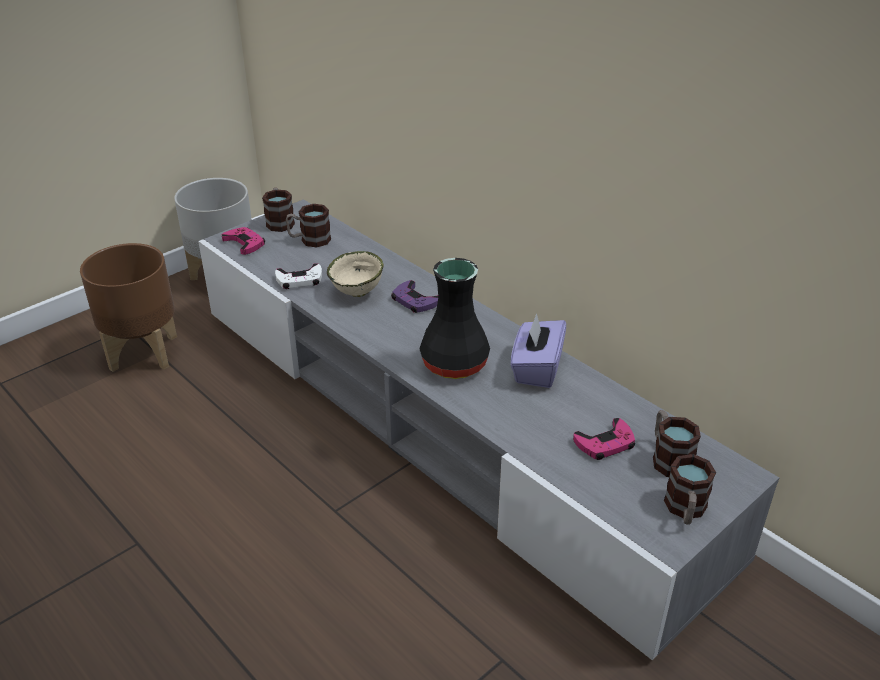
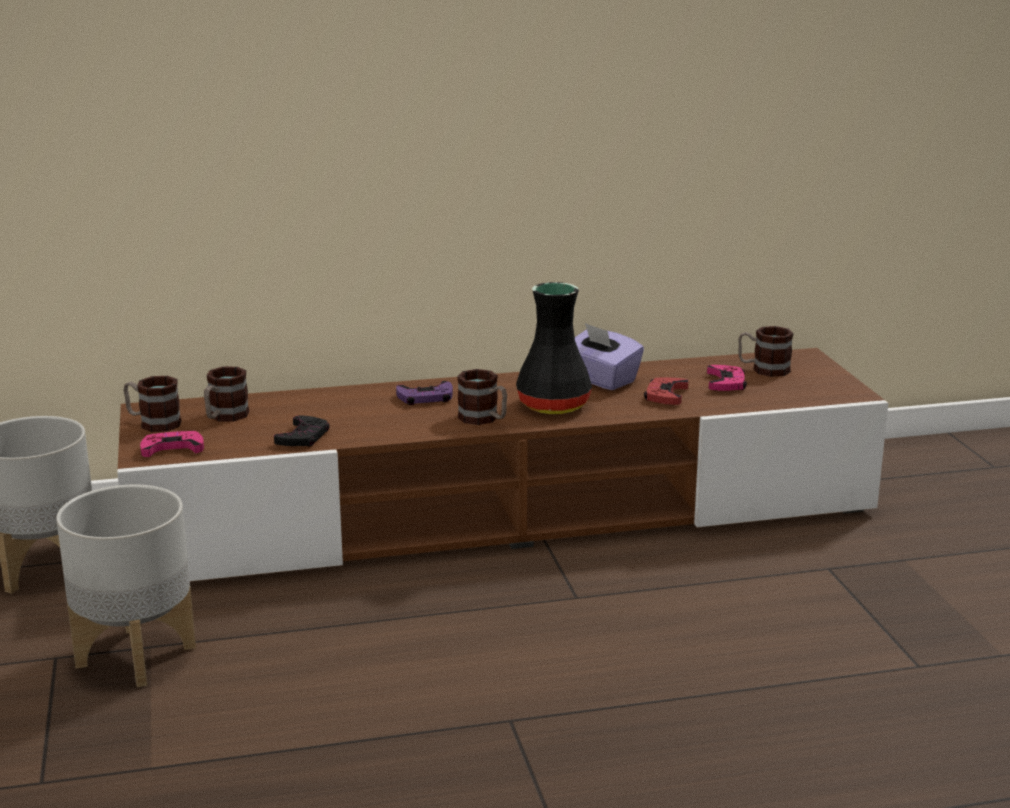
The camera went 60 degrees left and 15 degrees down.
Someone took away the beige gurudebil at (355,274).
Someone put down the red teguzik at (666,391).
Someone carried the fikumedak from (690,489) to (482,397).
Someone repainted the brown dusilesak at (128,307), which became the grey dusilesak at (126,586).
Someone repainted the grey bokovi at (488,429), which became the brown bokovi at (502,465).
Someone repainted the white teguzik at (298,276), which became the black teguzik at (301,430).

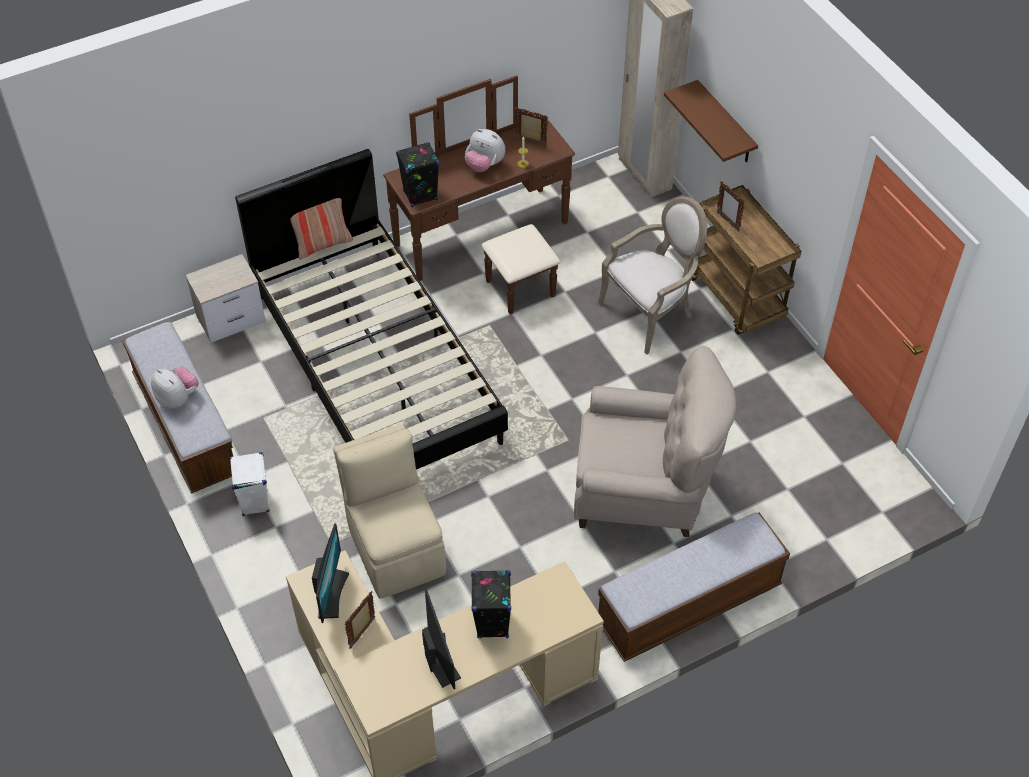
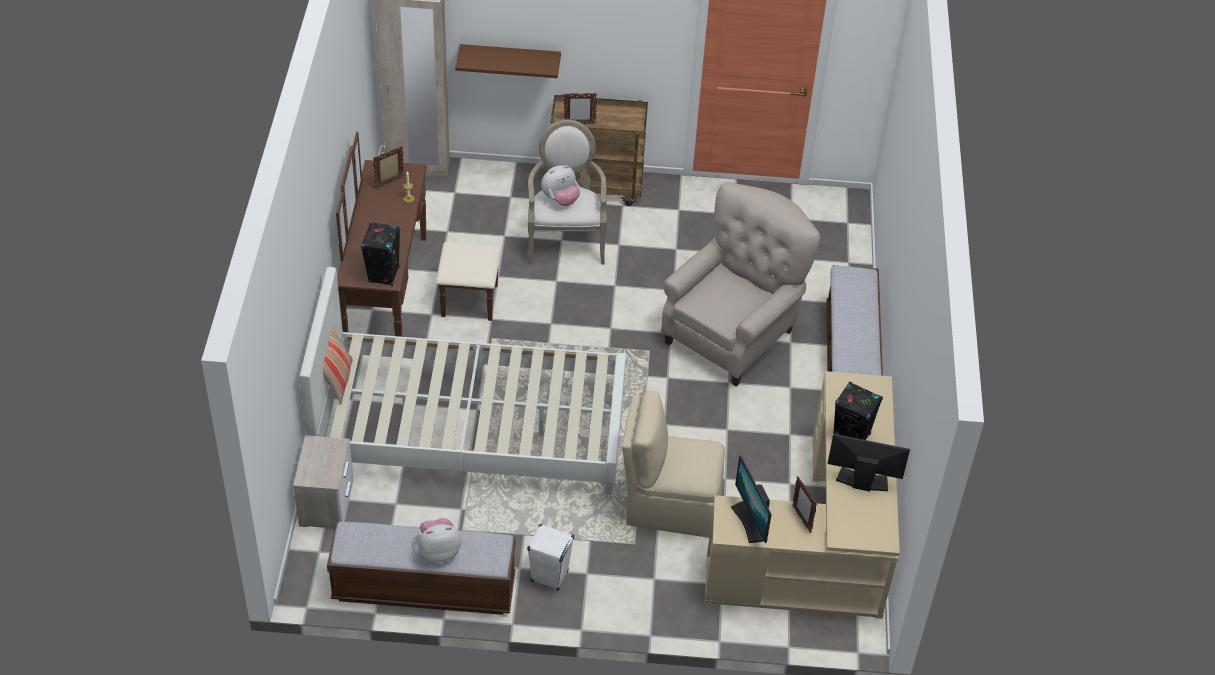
The camera went 60 degrees left and 5 degrees down.
Someone carried the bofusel from (485,150) to (560,185).
Someone repainted the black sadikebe at (371,309), which became the white sadikebe at (462,381).
Someone rotated the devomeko at (330,573) by 150 degrees counterclockwise.

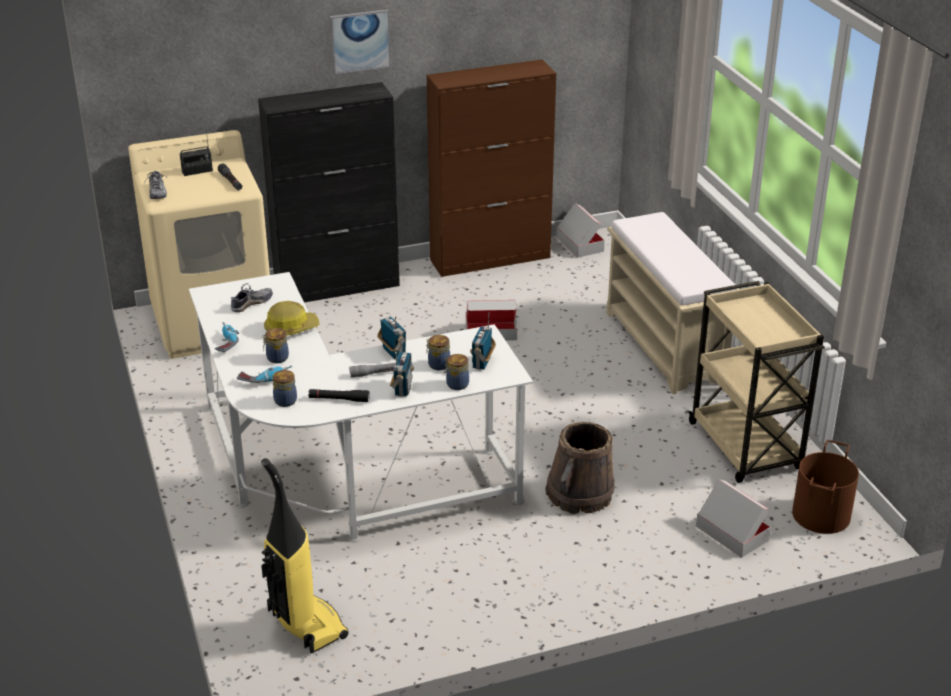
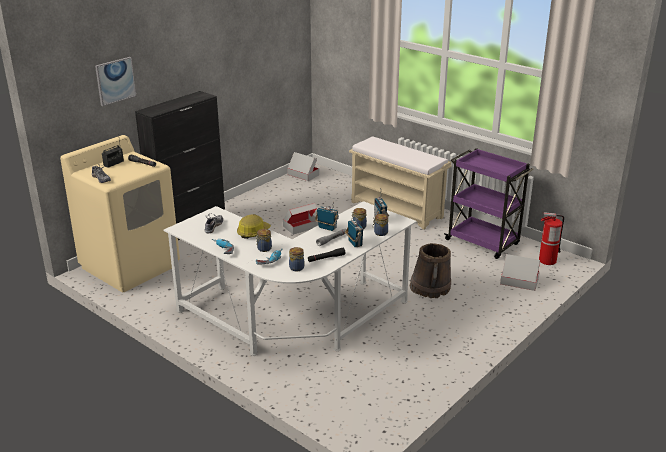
The camera went 30 degrees left and 5 degrees down.
Someone took away the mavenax at (304,556).
Someone took away the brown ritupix at (491,168).
Someone carried the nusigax from (360,42) to (115,81).
Someone swapped the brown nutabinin at (825,487) for the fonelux at (551,238).
Someone repainted the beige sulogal at (756,382), which became the purple sulogal at (489,203).

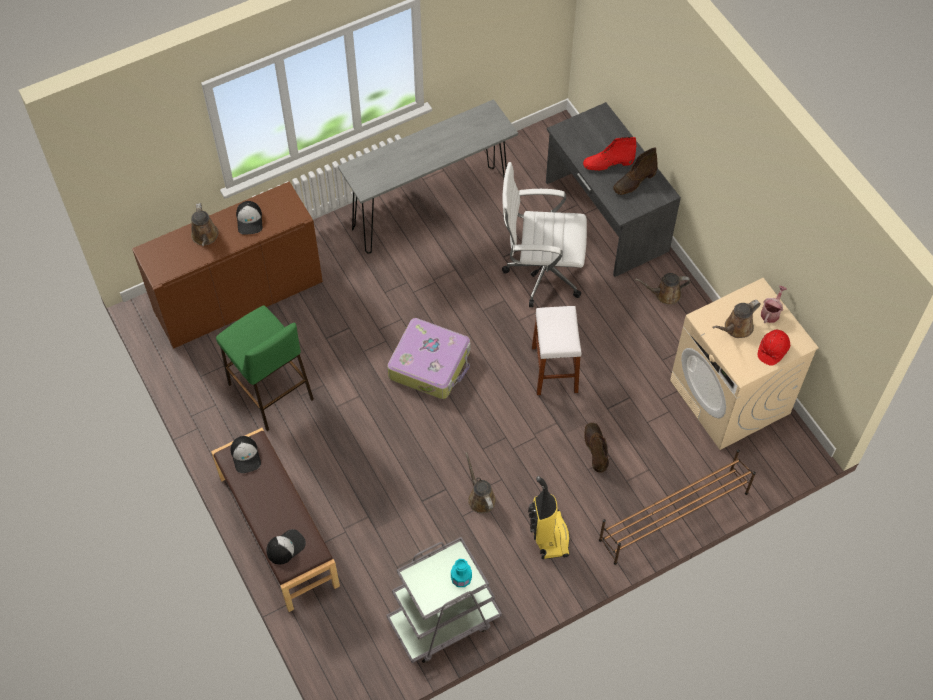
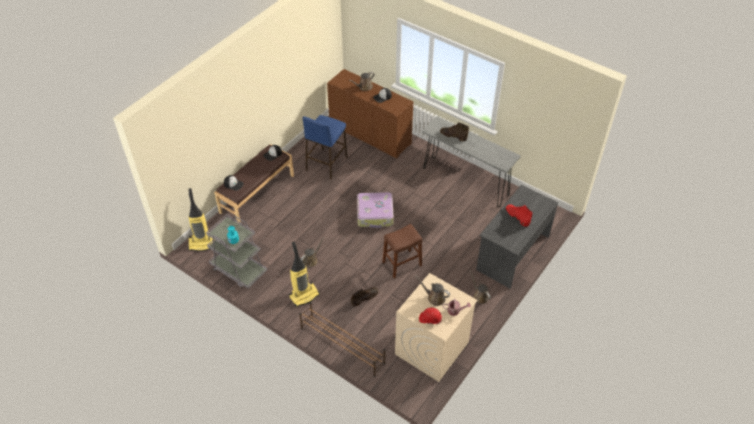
The camera went 65 degrees right and 10 degrees down.
Someone took away the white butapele at (544,234).
Someone put down the mavenax at (201,219).
Someone carried the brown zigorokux from (635,171) to (454,131).
Someone repainted the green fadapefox at (265,368), which became the blue fadapefox at (325,147).
Someone repainted the white fadapefox at (557,350), which became the brown fadapefox at (402,251).

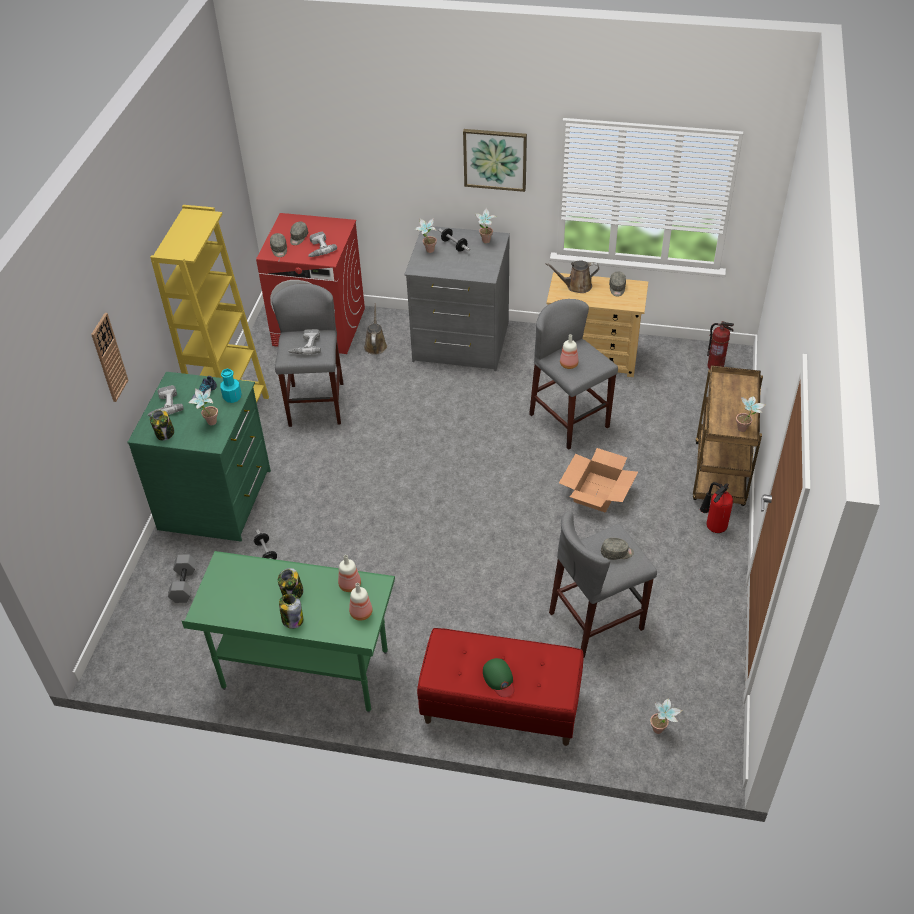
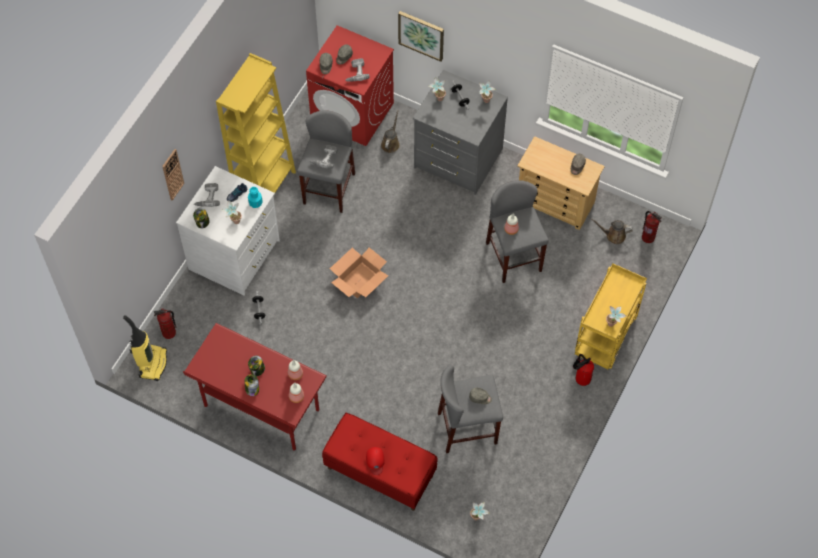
The camera went 15 degrees right and 15 degrees up.
Someone took away the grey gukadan at (182,578).
Someone put down the mavenax at (145,348).
Someone put down the fonelux at (165,323).
Someone carried the nusigax from (495,160) to (421,36).
Someone carried the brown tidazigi from (572,276) to (612,231).
Someone carried the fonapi from (598,480) to (359,273).
Someone repainted the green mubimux at (199,457), which became the white mubimux at (228,231).
Someone repainted the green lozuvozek at (288,632), which became the red lozuvozek at (255,387).
Someone repainted the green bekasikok at (499,677), which became the red bekasikok at (375,461).
Someone repainted the brown sulogal at (728,435), which became the yellow sulogal at (611,316).

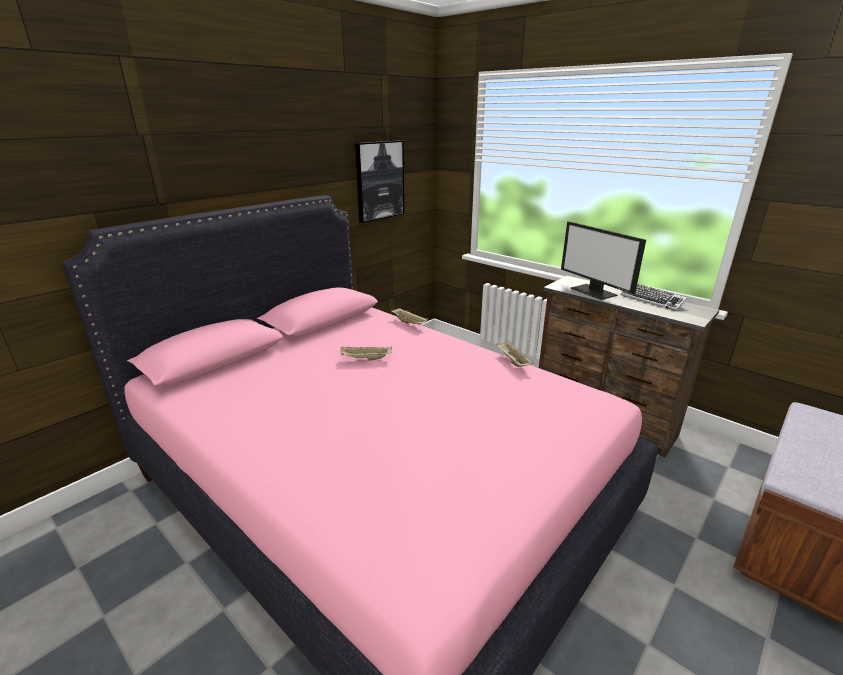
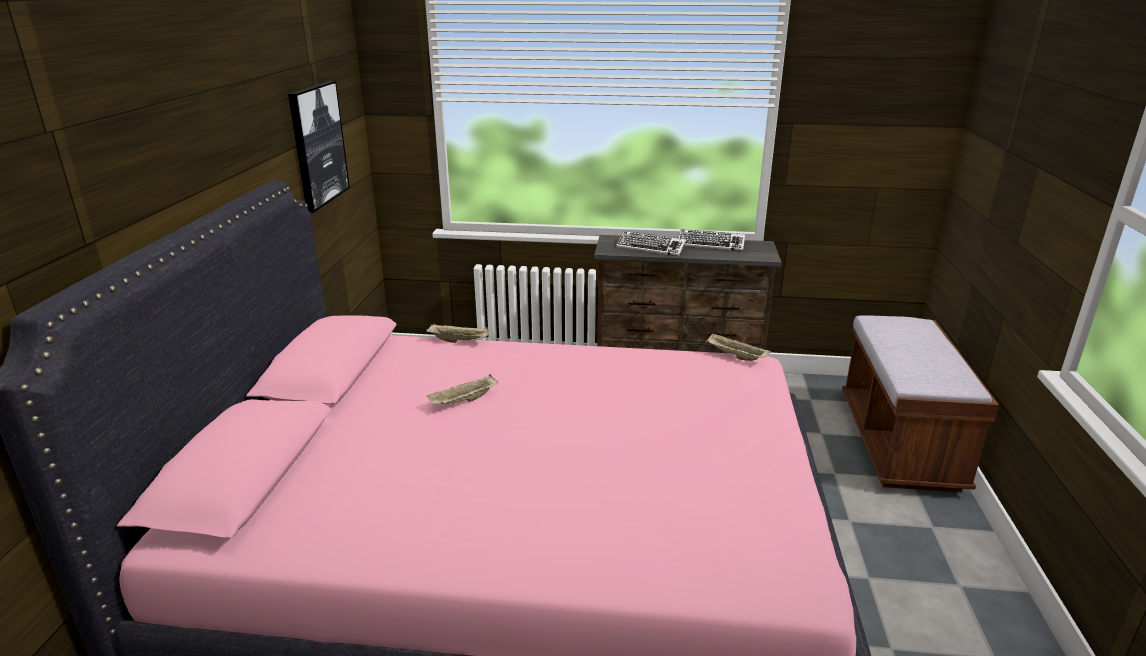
The camera went 35 degrees left and 0 degrees up.
Someone carried the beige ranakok from (514,354) to (738,347).
Someone swapped the devomeko at (603,260) for the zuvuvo at (651,243).

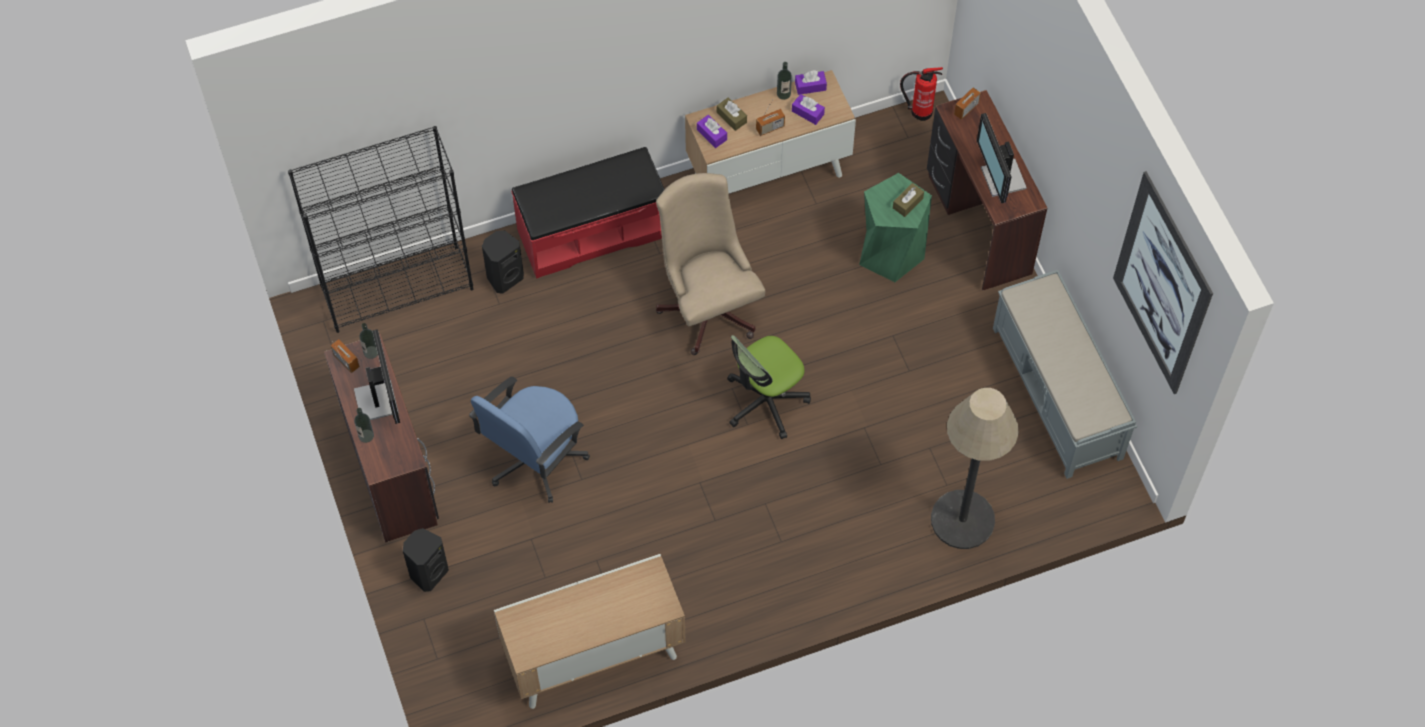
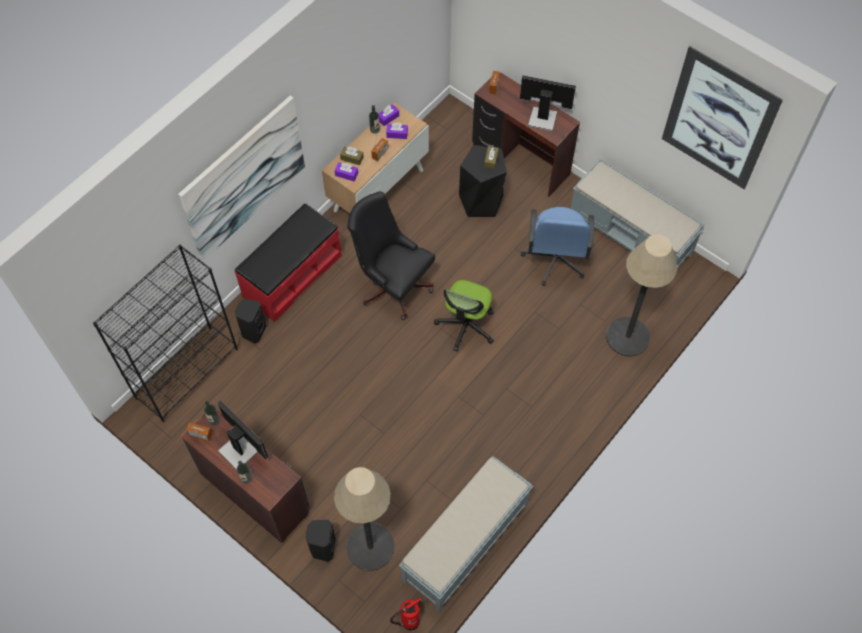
The camera went 30 degrees left and 0 degrees up.
Someone put up the nusigax at (241,178).
Someone put down the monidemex at (364,519).
Someone carried the blue butapele from (529,440) to (557,246).
Someone carried the fonelux from (921,94) to (406,614).
Someone swapped the ritupix at (590,631) for the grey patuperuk at (466,534).
Someone repainted the beige butapele at (710,264), which became the black butapele at (391,255).
Someone repainted the green fadapefox at (895,227), which became the black fadapefox at (483,181).
Someone rotated the devomeko at (1002,158) by 150 degrees clockwise.

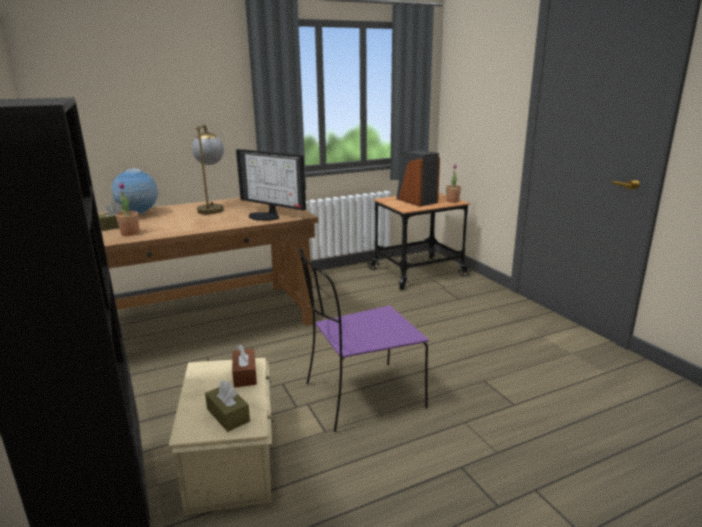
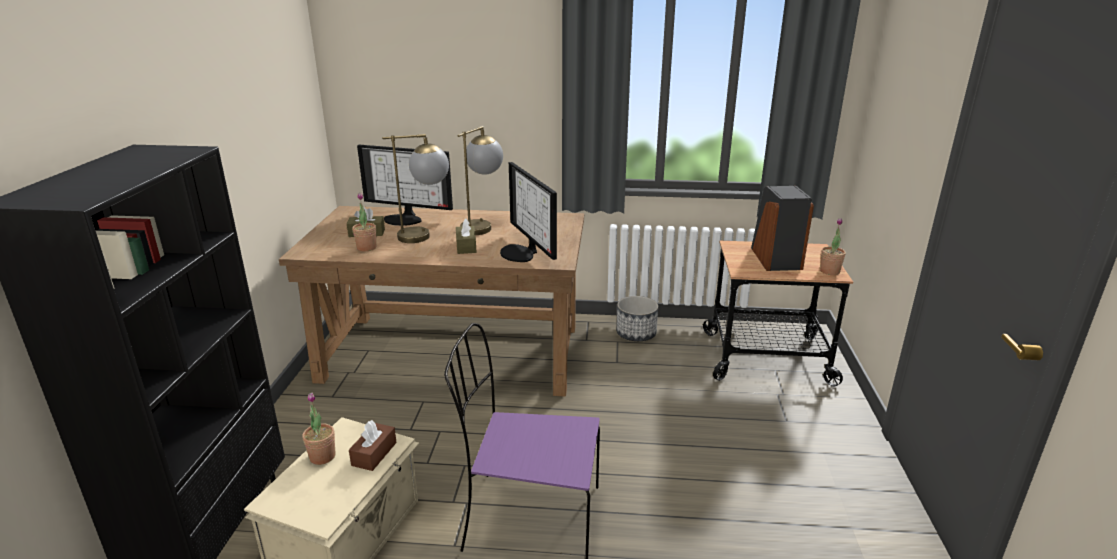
The camera went 30 degrees right and 5 degrees up.
Someone put down the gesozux at (318,429).
Someone put down the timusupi at (415,188).
Someone put down the dusilesak at (637,318).
Someone carried the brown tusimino from (227,406) to (466,236).
Someone swapped the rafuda at (134,191) for the devomeko at (405,185).

